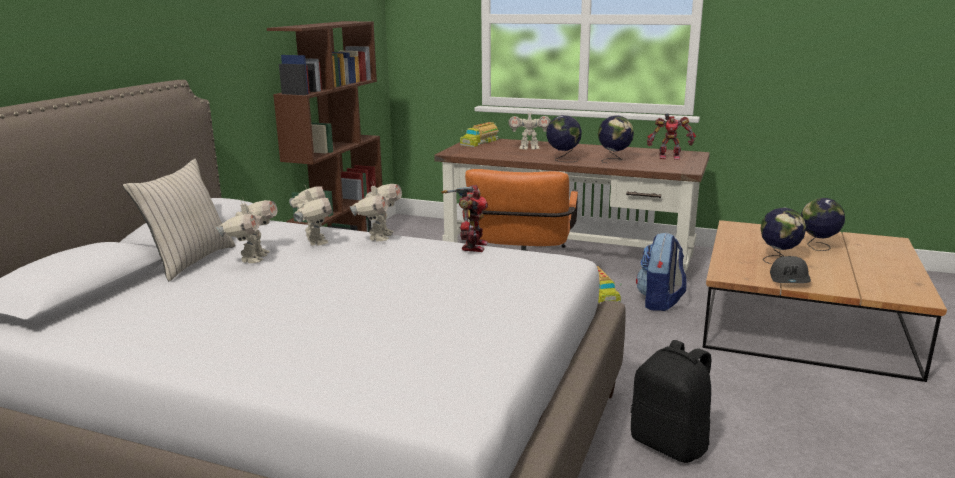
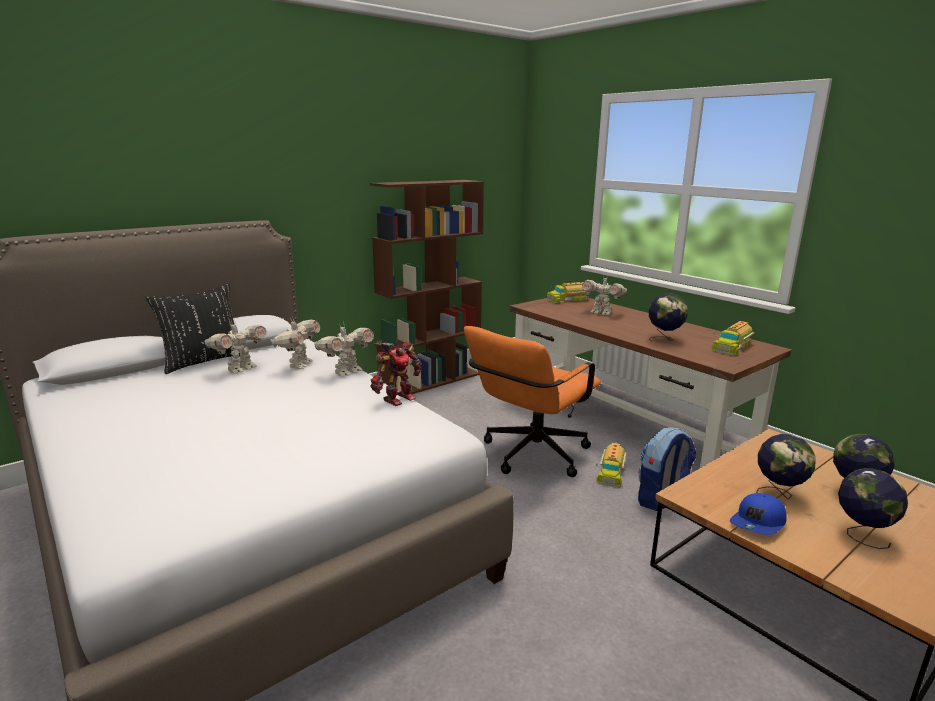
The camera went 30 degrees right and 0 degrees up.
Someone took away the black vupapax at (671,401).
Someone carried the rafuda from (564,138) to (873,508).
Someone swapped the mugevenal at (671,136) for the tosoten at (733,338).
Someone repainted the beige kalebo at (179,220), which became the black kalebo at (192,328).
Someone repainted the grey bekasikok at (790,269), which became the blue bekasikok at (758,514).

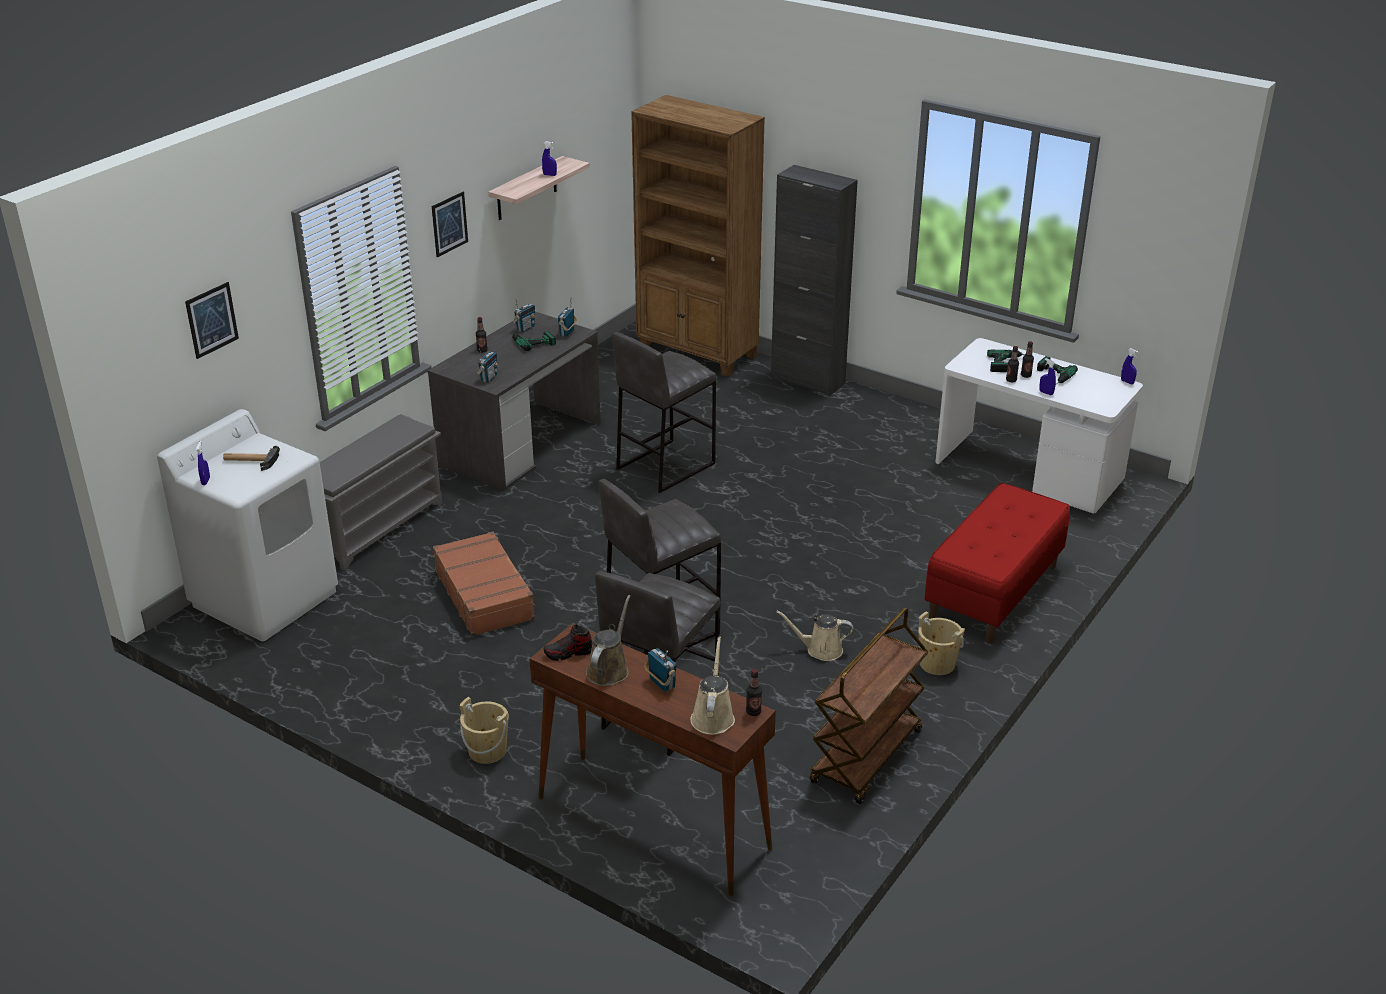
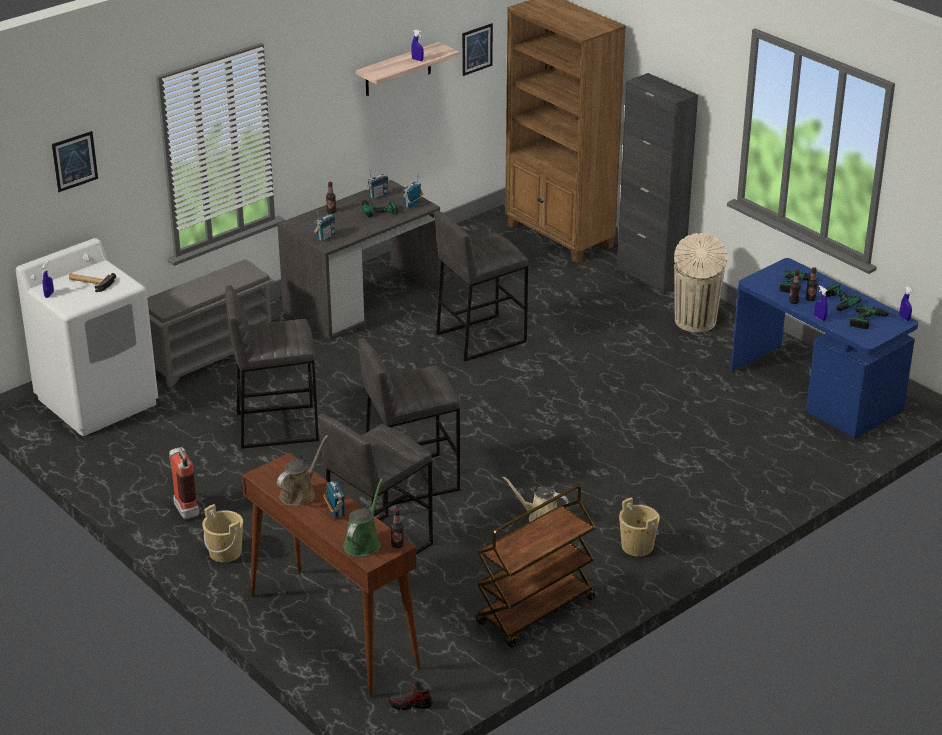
The camera went 15 degrees right and 0 degrees up.
Someone took away the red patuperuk at (997,563).
Someone put down the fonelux at (184,483).
Someone put down the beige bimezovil at (700,282).
Someone put down the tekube at (873,316).
Someone carried the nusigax from (450,225) to (477,49).
Someone carried the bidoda from (568,642) to (411,696).
Someone swapped the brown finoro at (484,583) for the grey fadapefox at (272,367).
Someone repainted the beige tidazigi at (712,685), which became the green tidazigi at (363,518).
Someone repainted the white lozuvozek at (1039,426), which became the blue lozuvozek at (824,348).

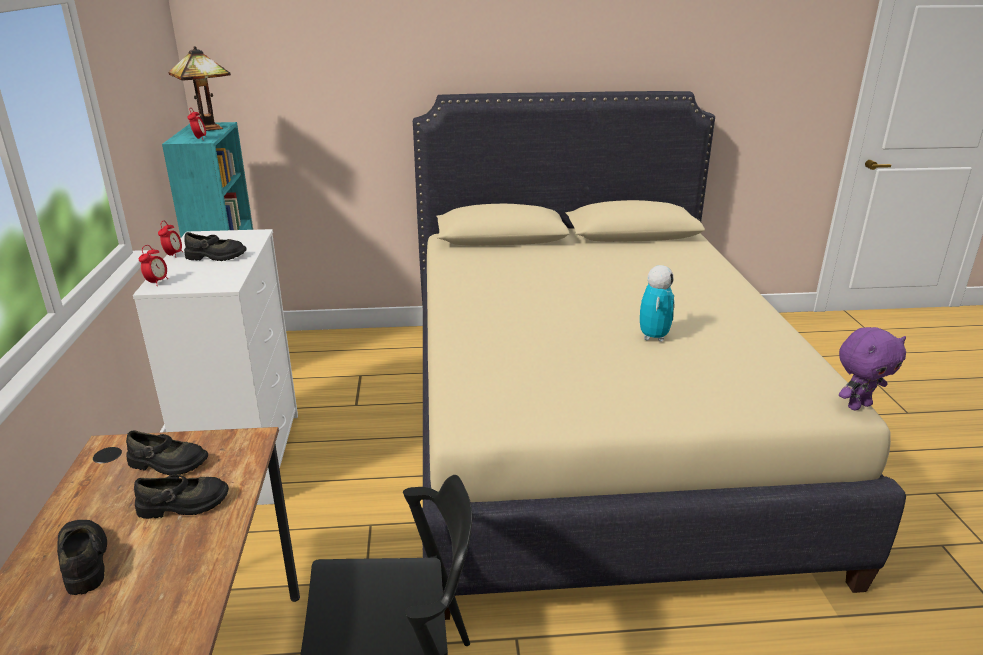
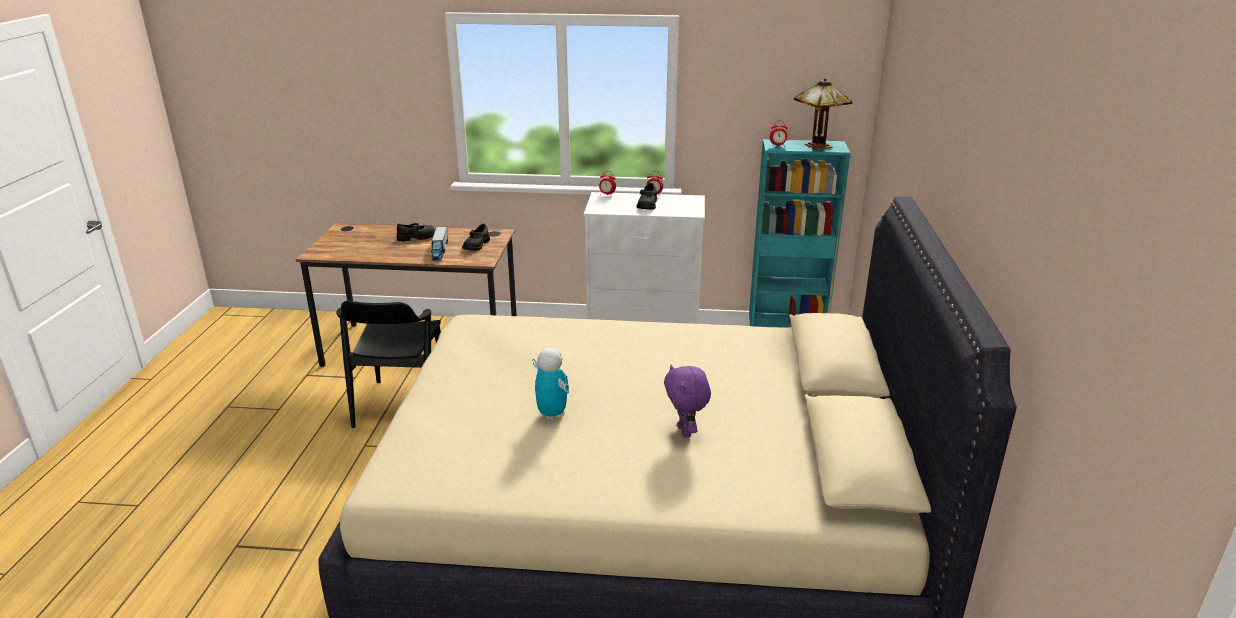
The camera went 100 degrees right and 0 degrees up.
Someone carried the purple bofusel from (872,368) to (687,401).
Someone swapped the black bidoda at (181,497) for the tosoten at (439,244).
Someone rotated the mugevenal at (657,303) by 150 degrees counterclockwise.

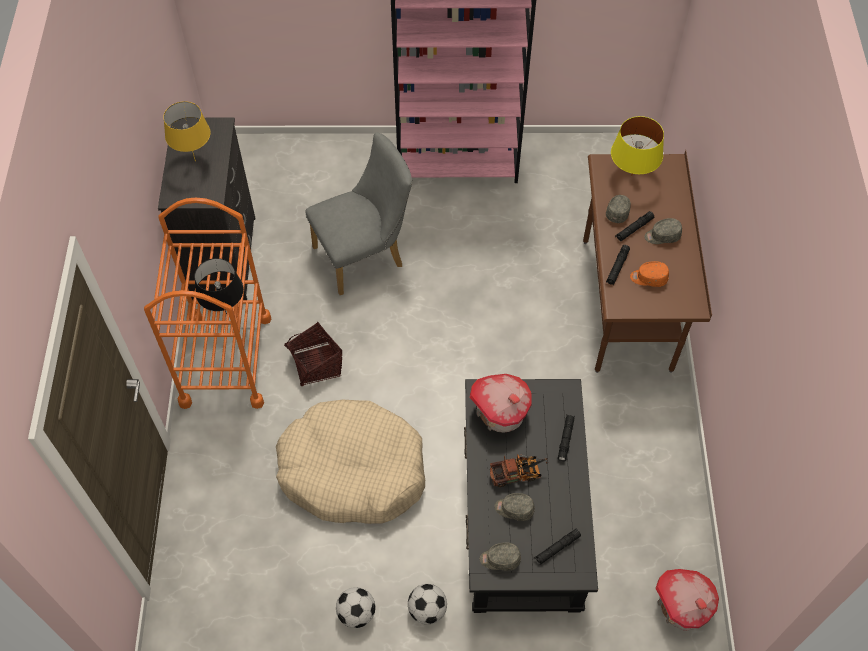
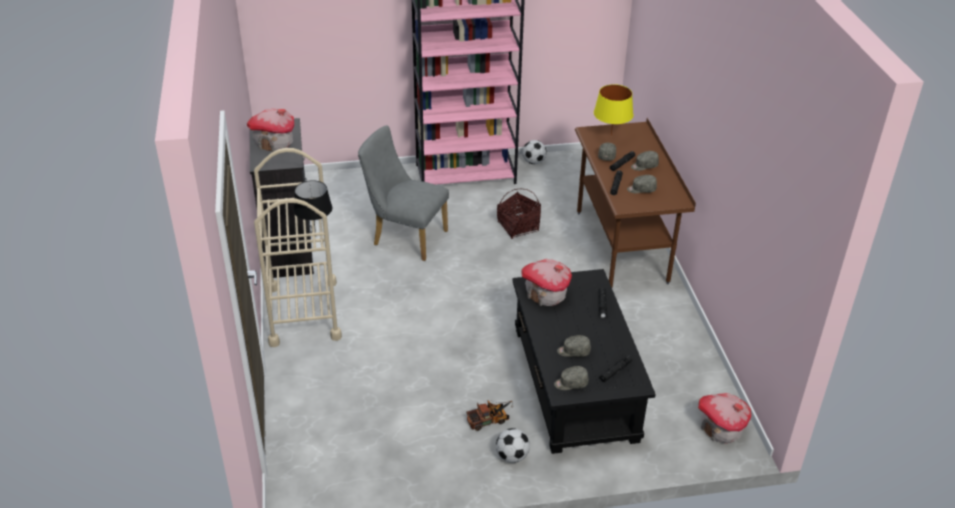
The camera went 10 degrees left and 20 degrees down.
Someone took away the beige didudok at (350,462).
Someone carried the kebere from (314,353) to (519,214).
Someone carried the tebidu from (355,607) to (534,152).
Someone carried the tosoten from (519,470) to (489,415).
Someone swapped the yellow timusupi at (186,131) for the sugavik at (270,130).
Someone repainted the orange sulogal at (207,303), which became the beige sulogal at (298,247).
Someone repainted the orange bekasikok at (649,274), which became the grey bekasikok at (642,184).
Someone rotated the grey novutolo at (358,213) by 120 degrees counterclockwise.

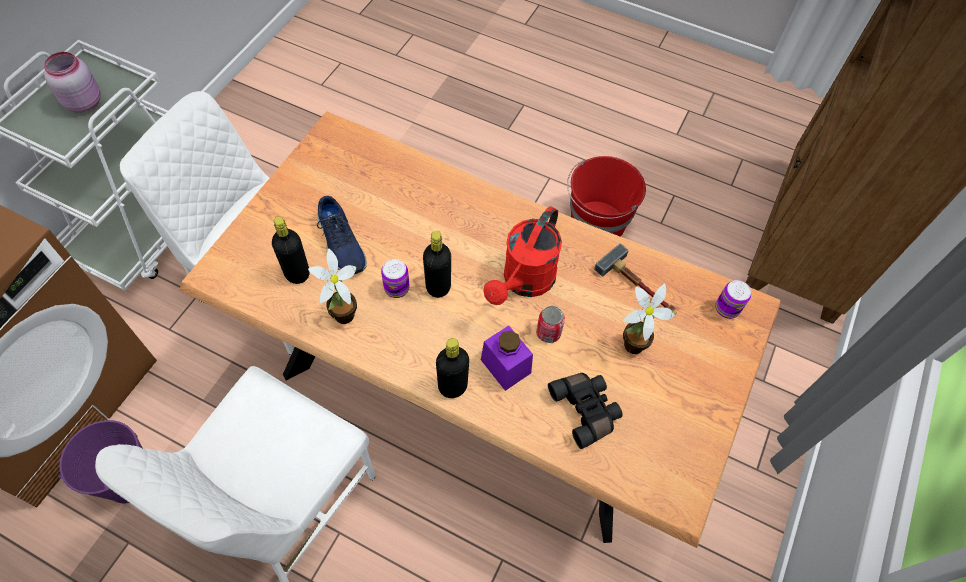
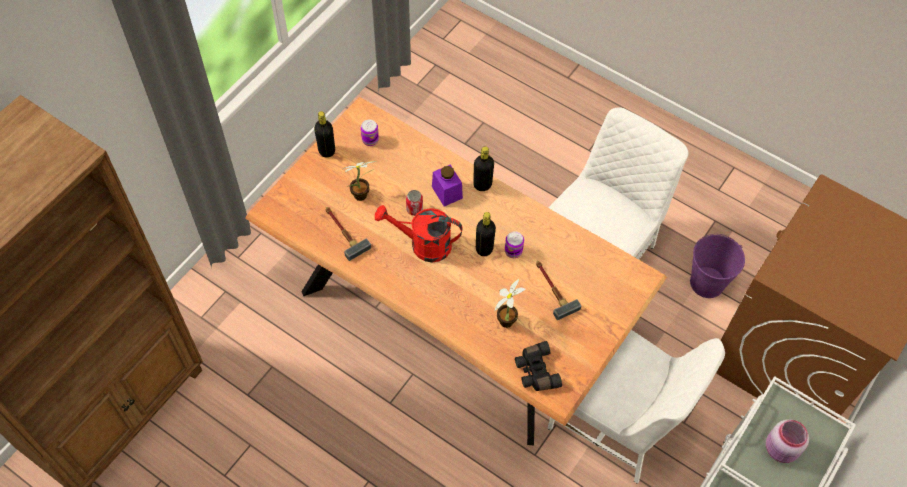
The camera went 170 degrees left and 0 degrees up.
Someone took away the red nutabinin at (606,196).
Someone carried the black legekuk from (291,250) to (324,134).
Someone carried the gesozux from (332,286) to (510,303).
Someone carried the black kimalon from (585,411) to (538,366).
Someone carried the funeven from (733,299) to (370,133).
Someone swapped the blue bidoda at (342,235) for the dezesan at (558,290).
Someone rotated the red tidazigi at (523,255) by 120 degrees counterclockwise.

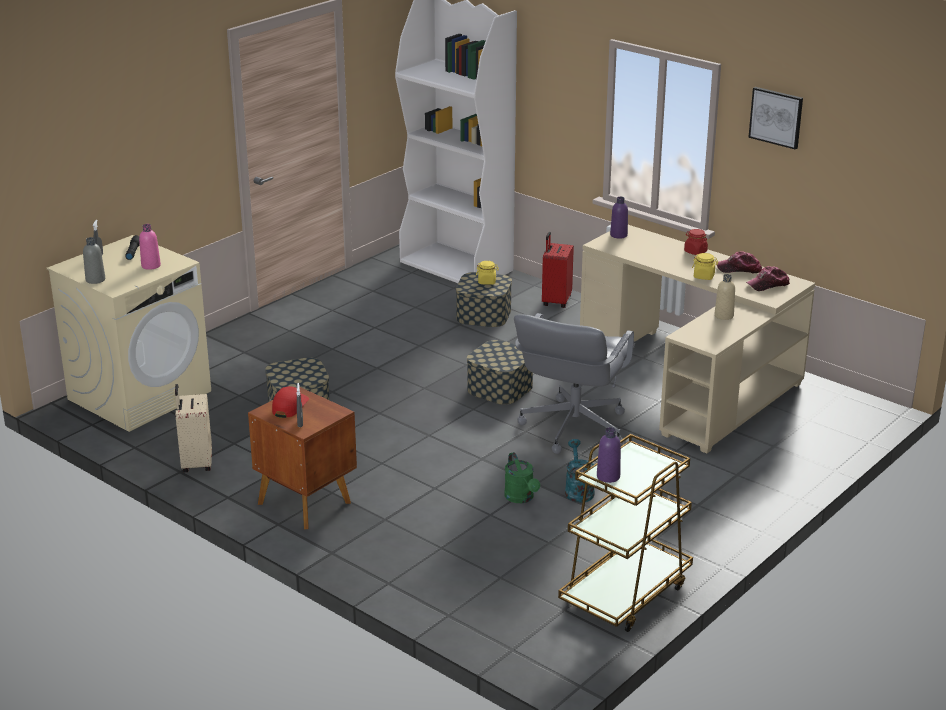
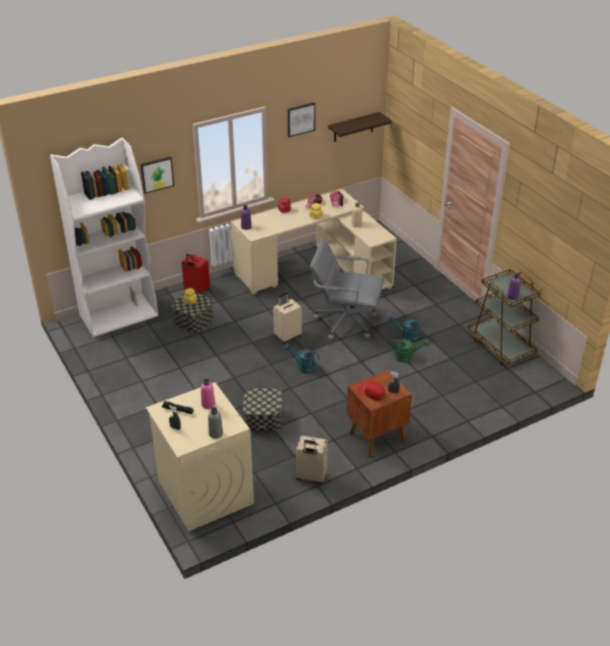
The camera went 70 degrees left and 10 degrees up.
Someone put up the nusigax at (157,175).
Someone put down the turquoise tidazigi at (301,358).
Someone put up the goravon at (360,127).
Someone swapped the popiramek at (500,372) for the beige finoro at (287,318).
Someone rotated the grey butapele at (574,383) by 150 degrees clockwise.

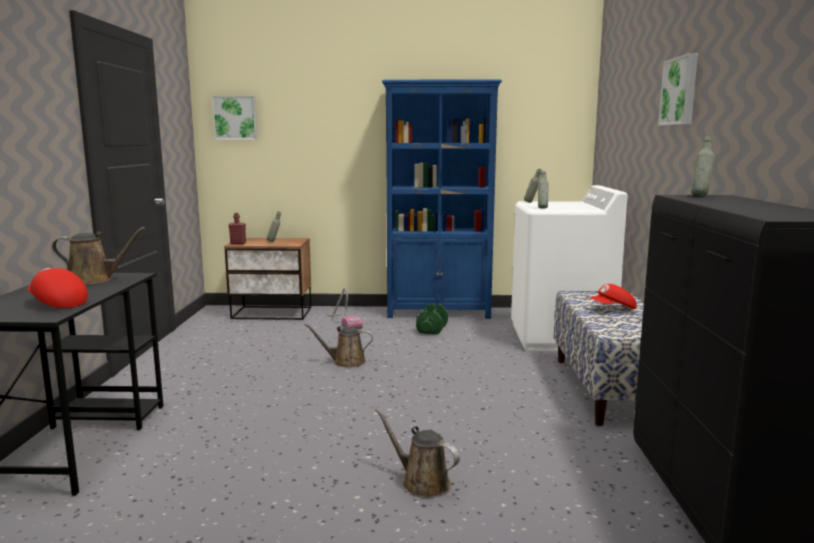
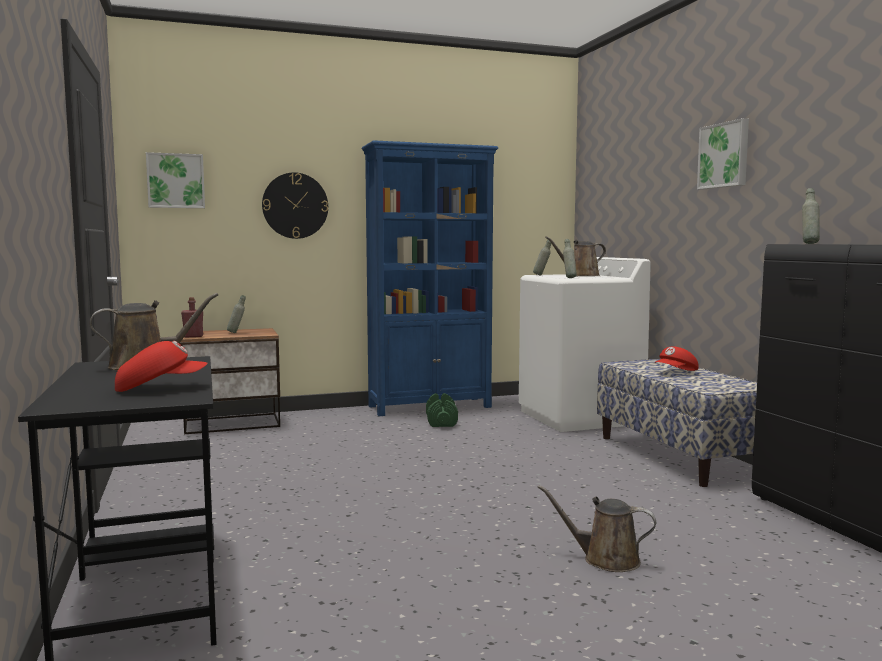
The camera went 20 degrees left and 5 degrees down.
Someone took away the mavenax at (345,308).
Someone put up the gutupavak at (295,205).
Someone carried the brown tidazigi from (338,345) to (575,256).
Someone rotated the red bekasikok at (57,288) by 150 degrees clockwise.

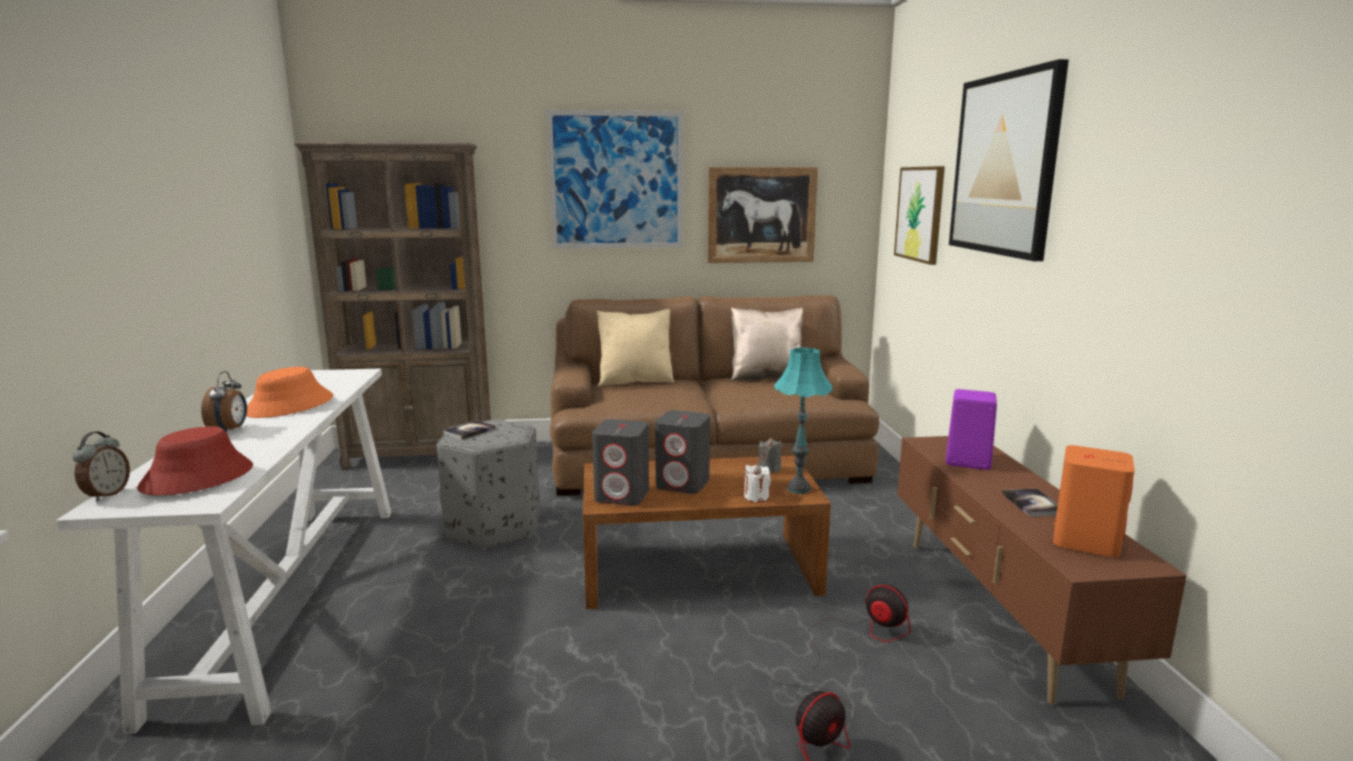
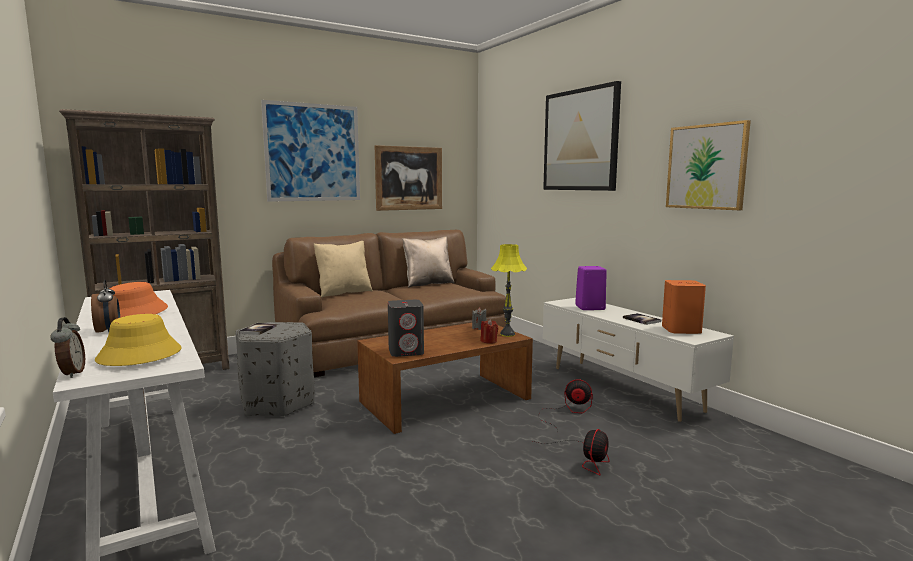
The camera went 25 degrees left and 5 degrees down.
Someone took away the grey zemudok at (682,452).
Someone carried the nusigax from (919,215) to (708,165).
Someone repainted the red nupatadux at (195,460), which became the yellow nupatadux at (138,340).
Someone repainted the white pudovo at (757,483), which became the red pudovo at (489,331).
Someone repainted the turquoise timusupi at (803,420), which became the yellow timusupi at (509,290).
Someone repainted the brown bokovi at (1042,570), which became the white bokovi at (638,360).

